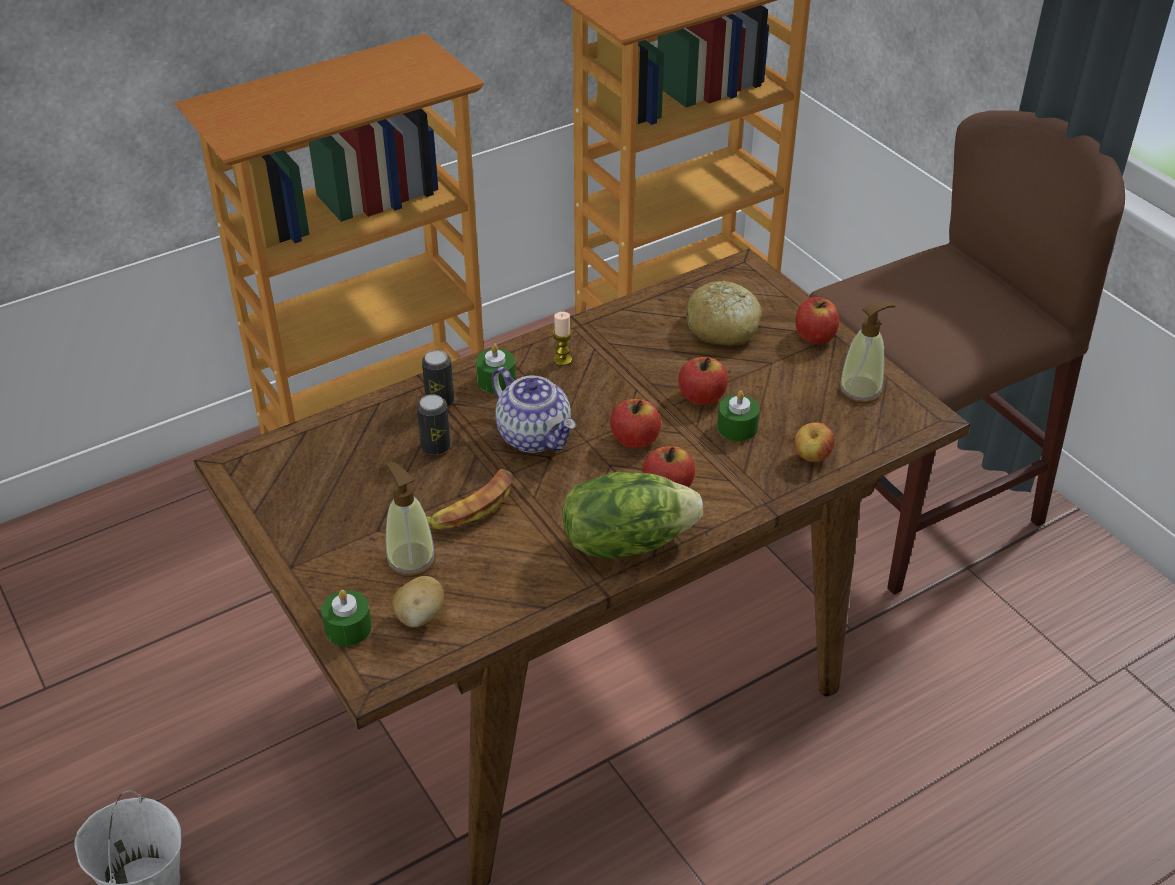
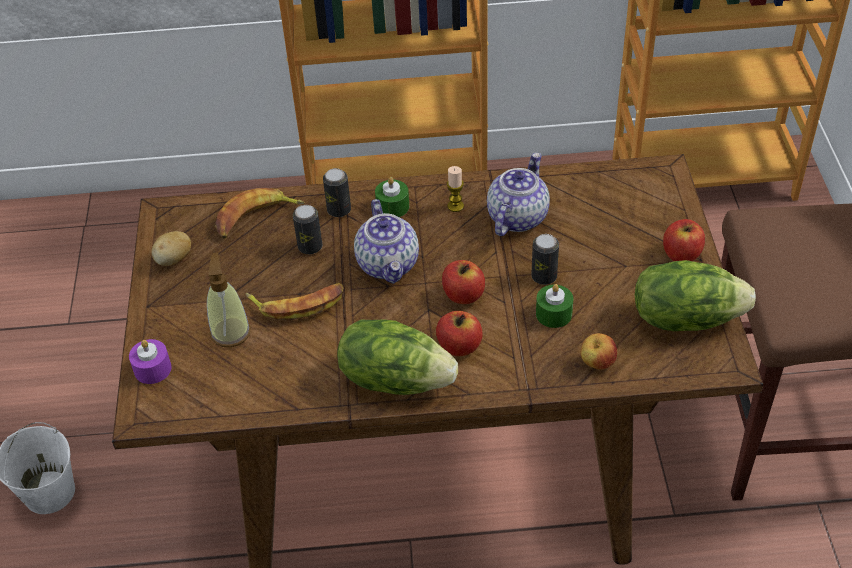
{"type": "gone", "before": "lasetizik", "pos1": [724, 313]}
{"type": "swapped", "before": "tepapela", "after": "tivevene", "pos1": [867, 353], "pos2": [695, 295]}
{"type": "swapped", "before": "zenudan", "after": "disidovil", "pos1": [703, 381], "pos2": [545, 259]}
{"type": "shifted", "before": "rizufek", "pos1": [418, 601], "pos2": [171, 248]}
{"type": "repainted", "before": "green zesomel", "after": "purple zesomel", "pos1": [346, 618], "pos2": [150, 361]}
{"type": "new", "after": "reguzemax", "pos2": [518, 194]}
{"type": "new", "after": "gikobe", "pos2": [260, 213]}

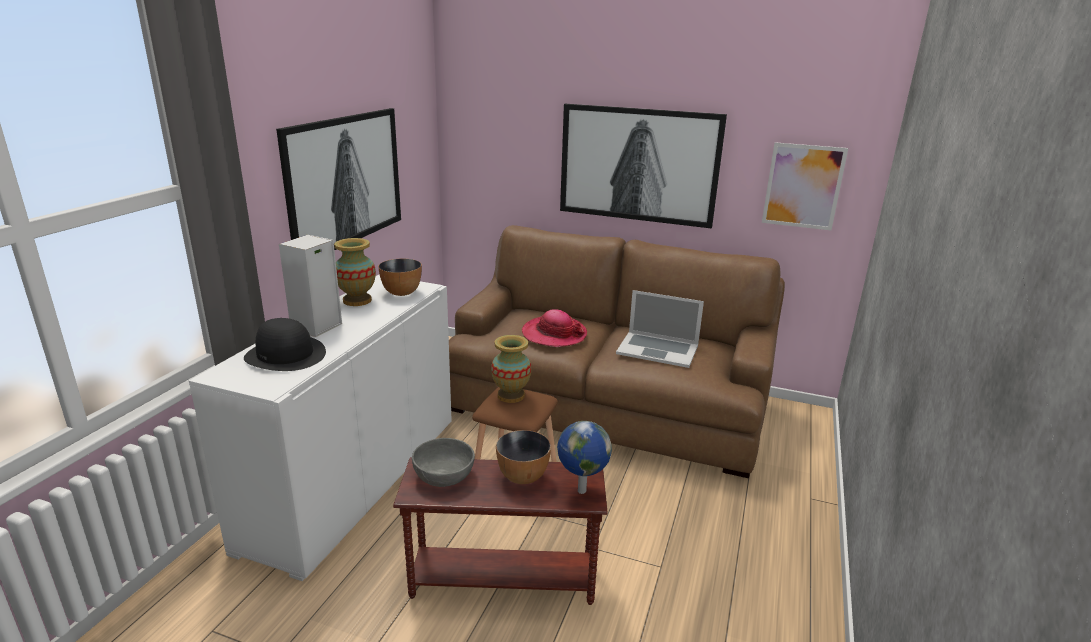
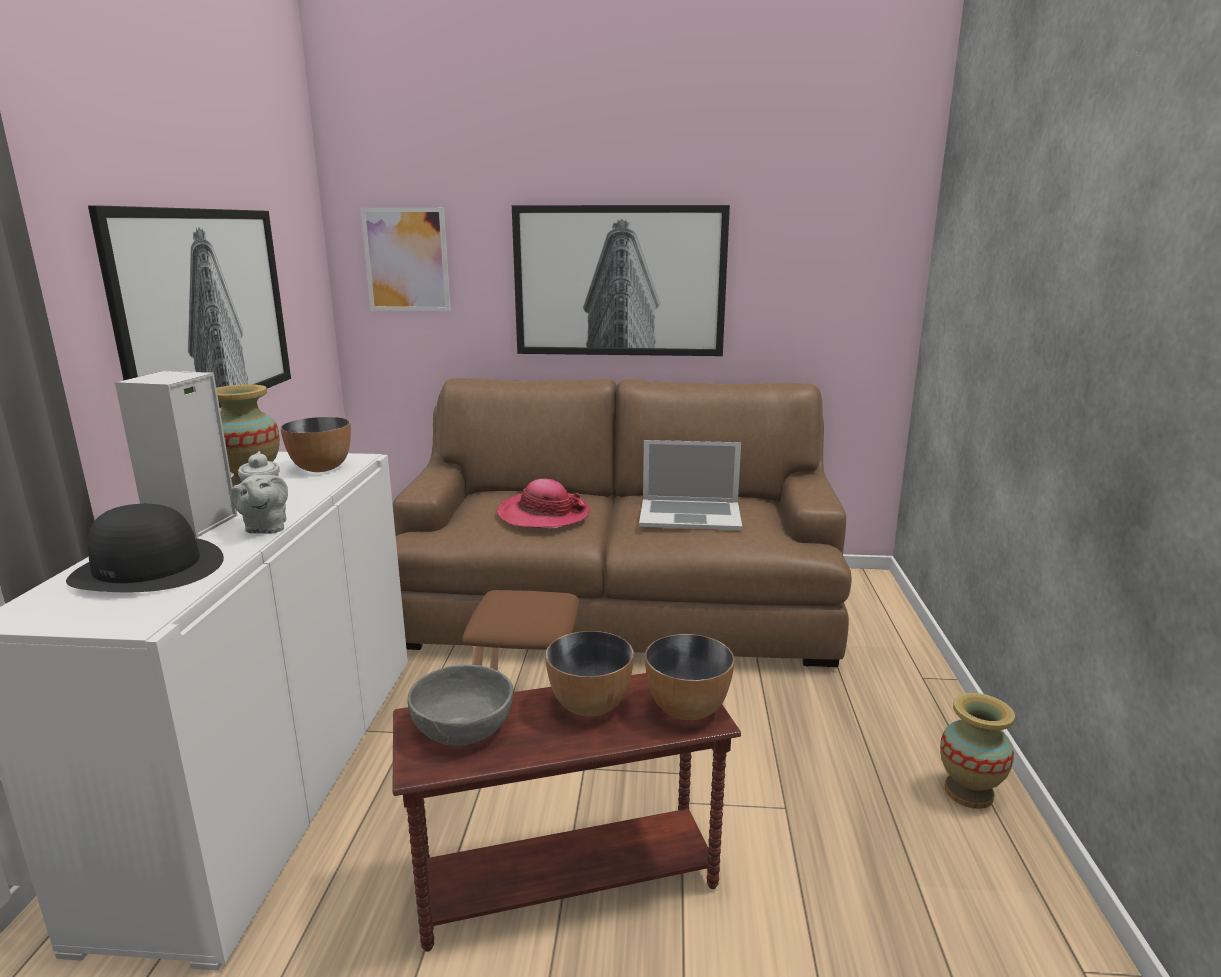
{"type": "shifted", "before": "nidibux", "pos1": [805, 186], "pos2": [405, 259]}
{"type": "shifted", "before": "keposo", "pos1": [511, 369], "pos2": [977, 751]}
{"type": "swapped", "before": "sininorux", "after": "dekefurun", "pos1": [584, 457], "pos2": [689, 677]}
{"type": "new", "after": "grey reguzemax", "pos2": [259, 492]}

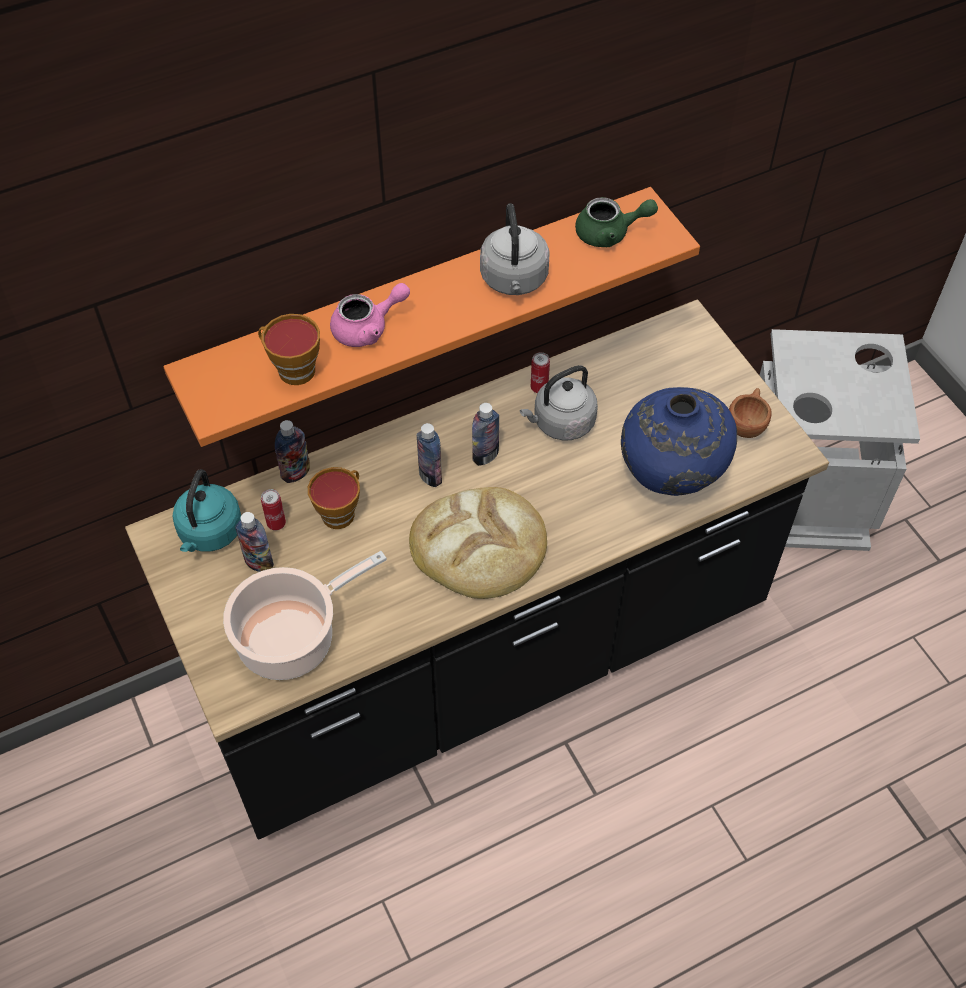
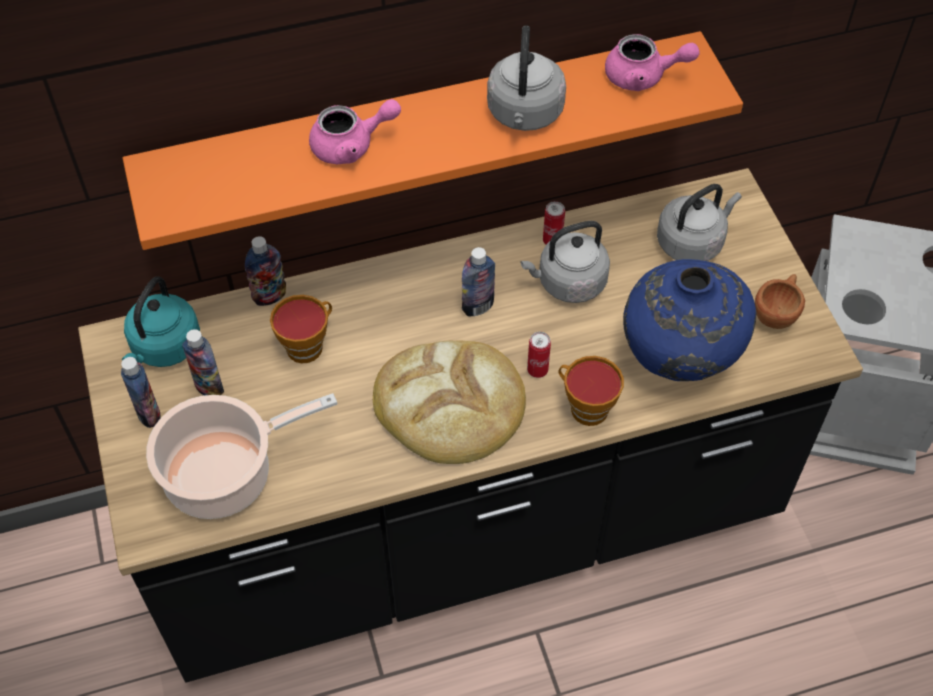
{"type": "repainted", "before": "green reguzemax", "after": "pink reguzemax", "pos1": [616, 222], "pos2": [652, 62]}
{"type": "shifted", "before": "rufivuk", "pos1": [289, 349], "pos2": [591, 391]}
{"type": "shifted", "before": "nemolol", "pos1": [429, 455], "pos2": [141, 392]}
{"type": "shifted", "before": "disidovil", "pos1": [273, 510], "pos2": [539, 355]}
{"type": "new", "after": "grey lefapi", "pos2": [699, 222]}

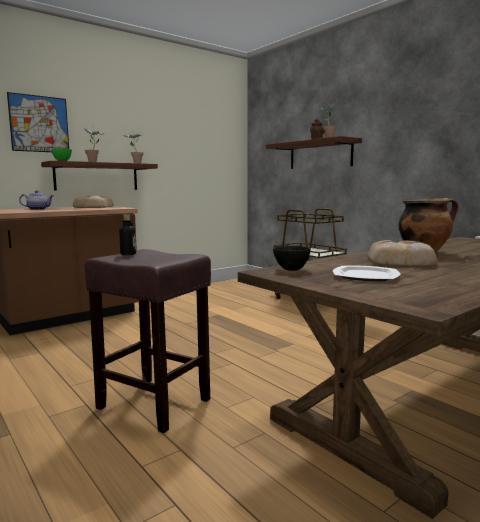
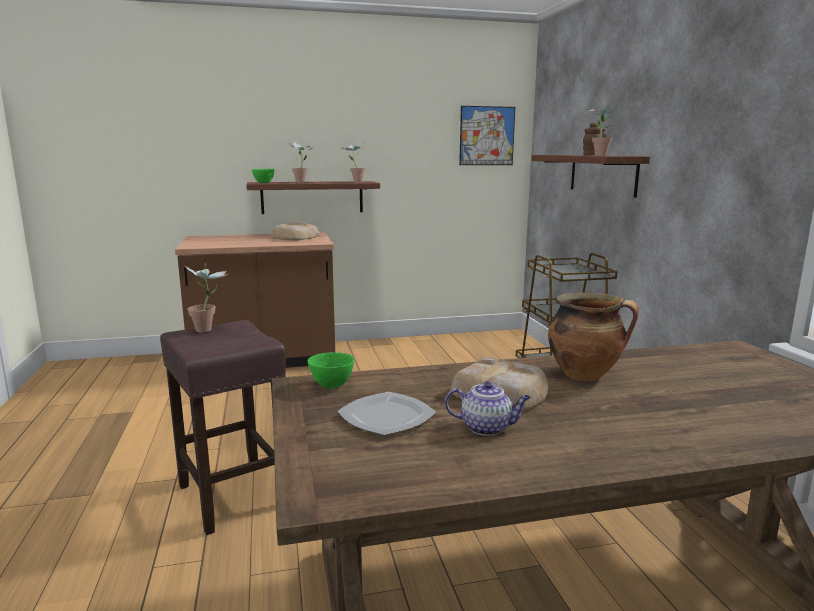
{"type": "shifted", "before": "nidibux", "pos1": [38, 122], "pos2": [487, 135]}
{"type": "shifted", "before": "reguzemax", "pos1": [36, 200], "pos2": [488, 408]}
{"type": "swapped", "before": "nemolol", "after": "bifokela", "pos1": [127, 234], "pos2": [206, 297]}
{"type": "repainted", "before": "black dekefurun", "after": "green dekefurun", "pos1": [292, 258], "pos2": [331, 370]}

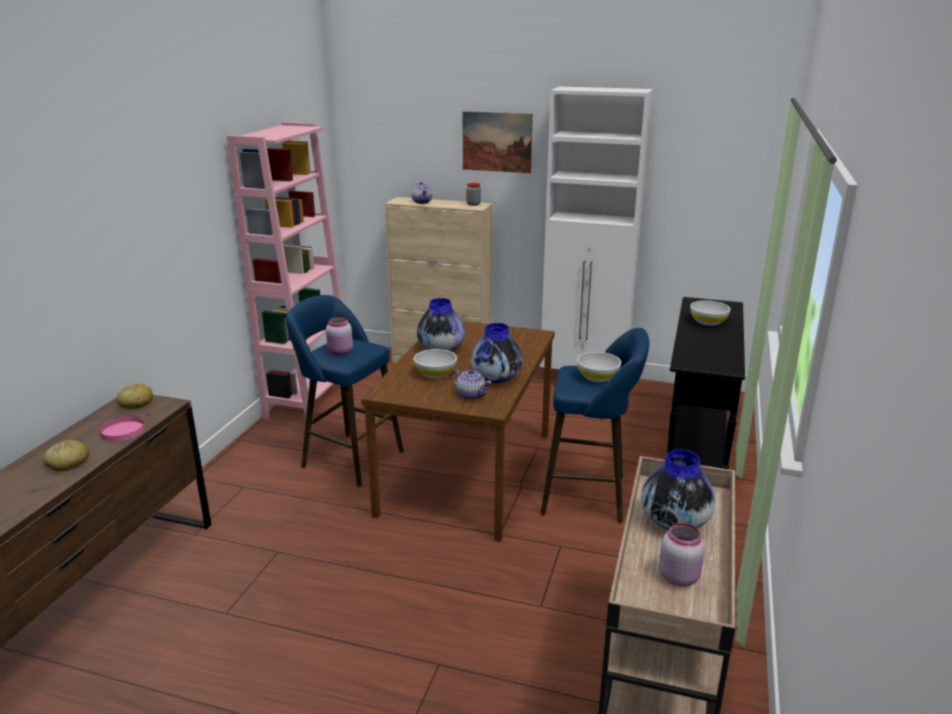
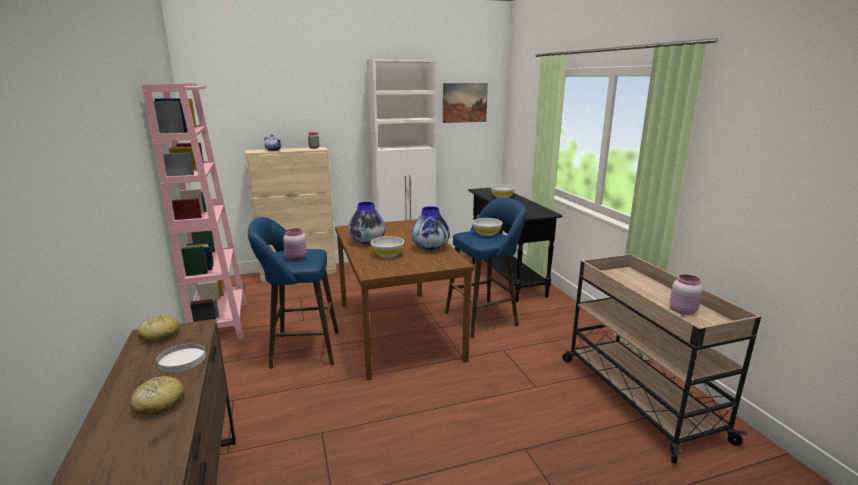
{"type": "shifted", "before": "nidibux", "pos1": [497, 142], "pos2": [465, 103]}
{"type": "gone", "before": "reguzemax", "pos1": [471, 384]}
{"type": "repainted", "before": "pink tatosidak", "after": "white tatosidak", "pos1": [122, 429], "pos2": [181, 357]}
{"type": "gone", "before": "keposo", "pos1": [678, 489]}

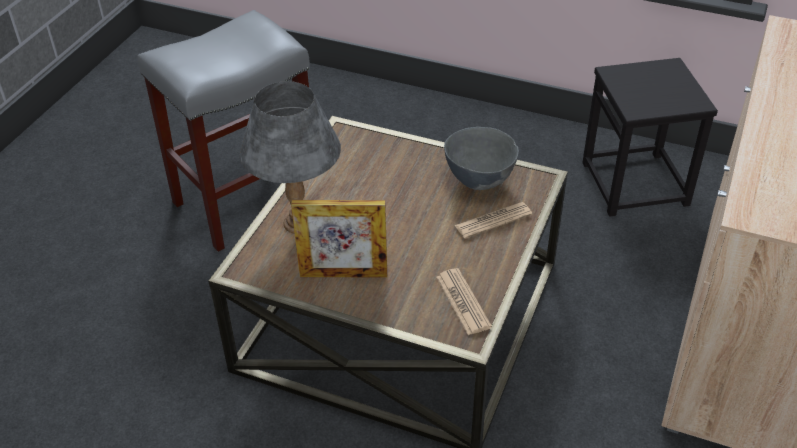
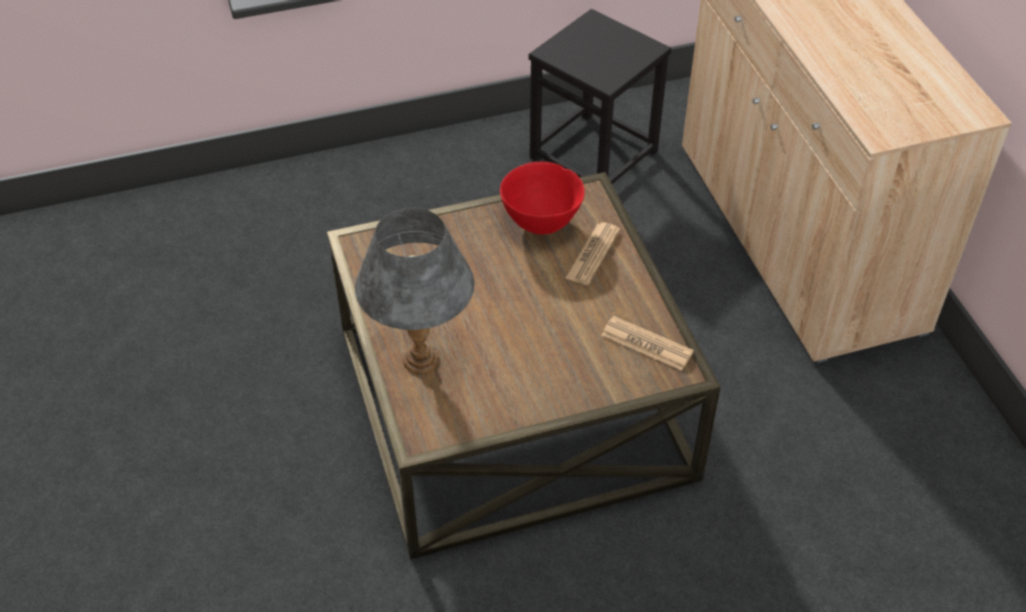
{"type": "gone", "before": "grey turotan", "pos1": [223, 131]}
{"type": "repainted", "before": "grey dekefurun", "after": "red dekefurun", "pos1": [481, 158], "pos2": [542, 198]}
{"type": "gone", "before": "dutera", "pos1": [339, 238]}

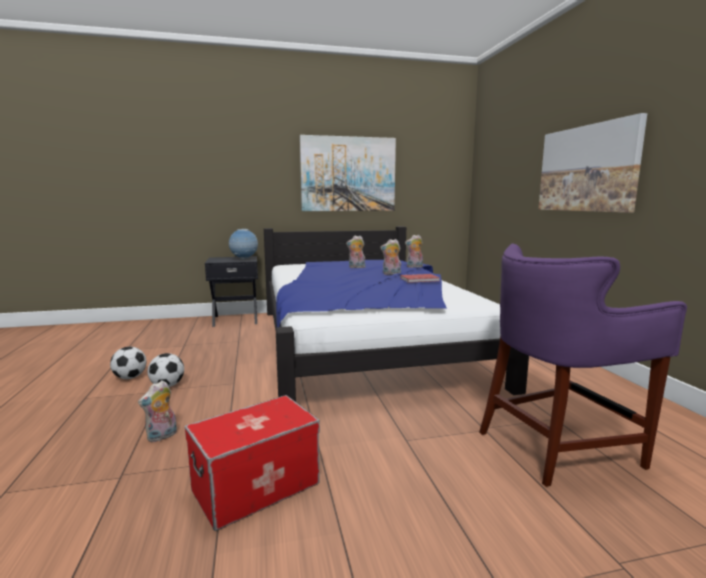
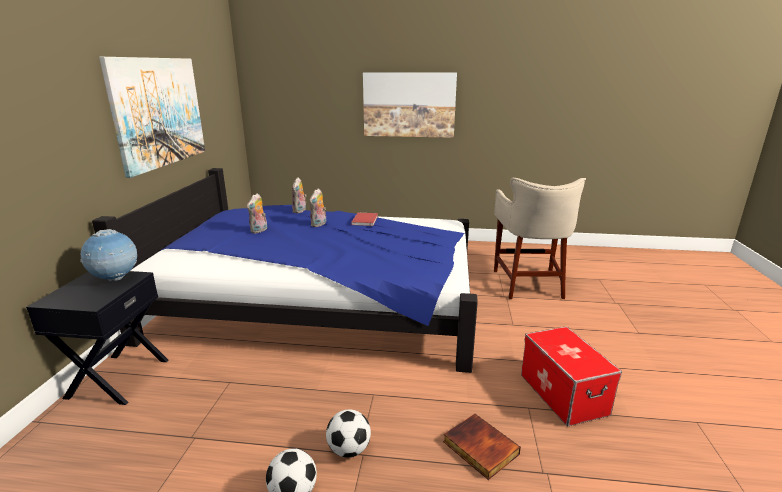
{"type": "repainted", "before": "purple turotan", "after": "beige turotan", "pos1": [583, 365], "pos2": [540, 238]}
{"type": "swapped", "before": "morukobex", "after": "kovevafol", "pos1": [157, 411], "pos2": [482, 447]}

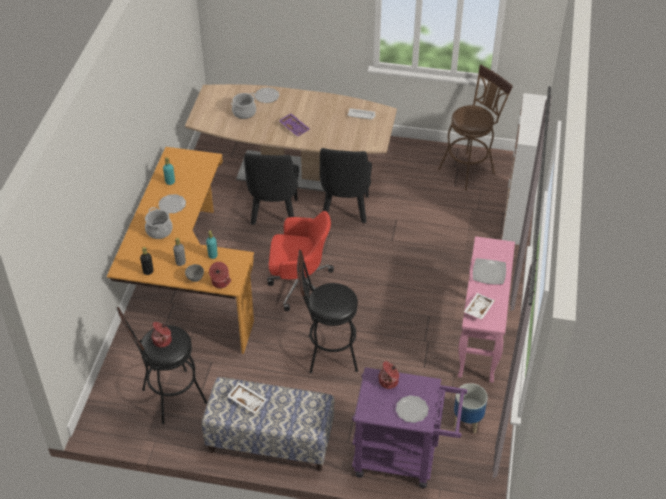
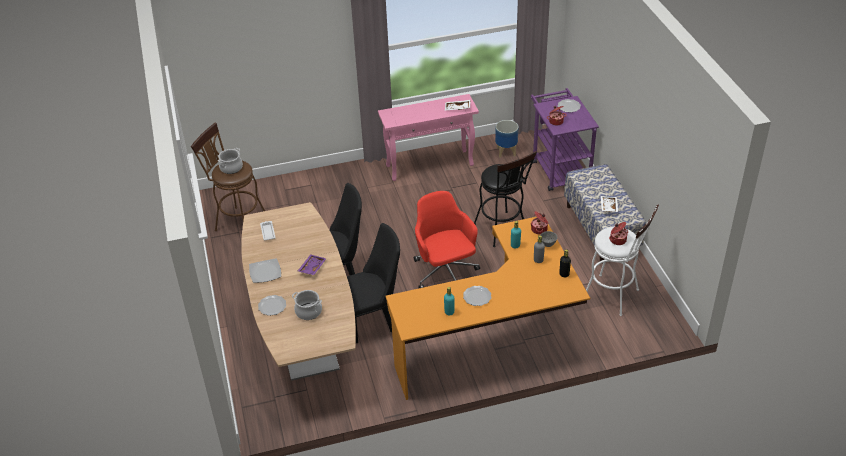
{"type": "gone", "before": "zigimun", "pos1": [524, 169]}
{"type": "shifted", "before": "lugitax", "pos1": [159, 223], "pos2": [230, 161]}
{"type": "shifted", "before": "tatosidak", "pos1": [489, 271], "pos2": [265, 271]}
{"type": "repainted", "before": "black turotan", "after": "white turotan", "pos1": [162, 365], "pos2": [622, 260]}

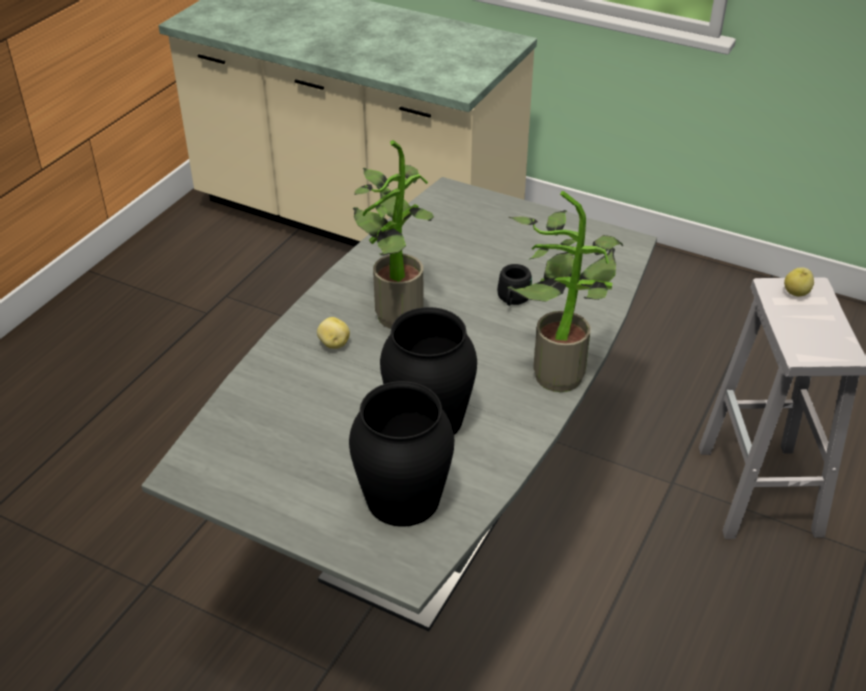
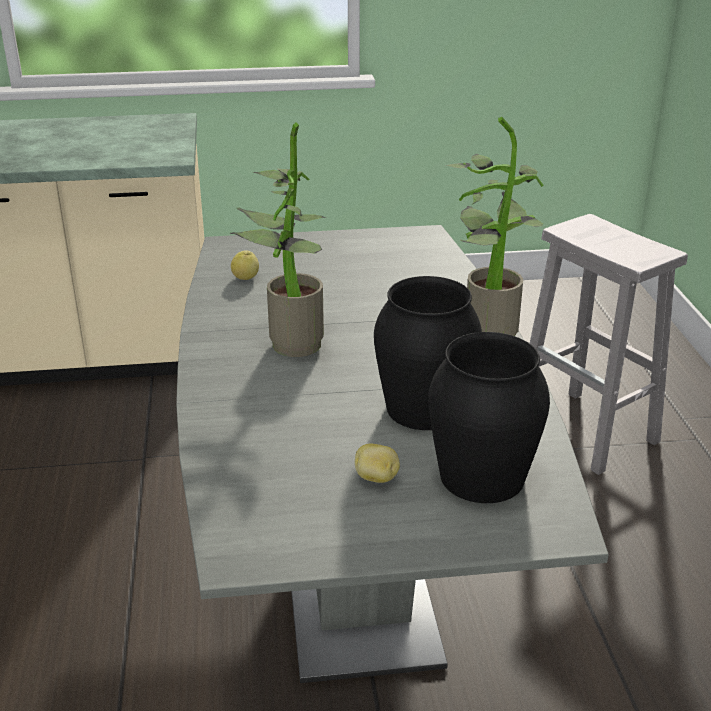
{"type": "gone", "before": "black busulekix", "pos1": [514, 285]}
{"type": "shifted", "before": "zenudan", "pos1": [799, 281], "pos2": [245, 265]}
{"type": "shifted", "before": "rizufek", "pos1": [333, 333], "pos2": [377, 463]}

